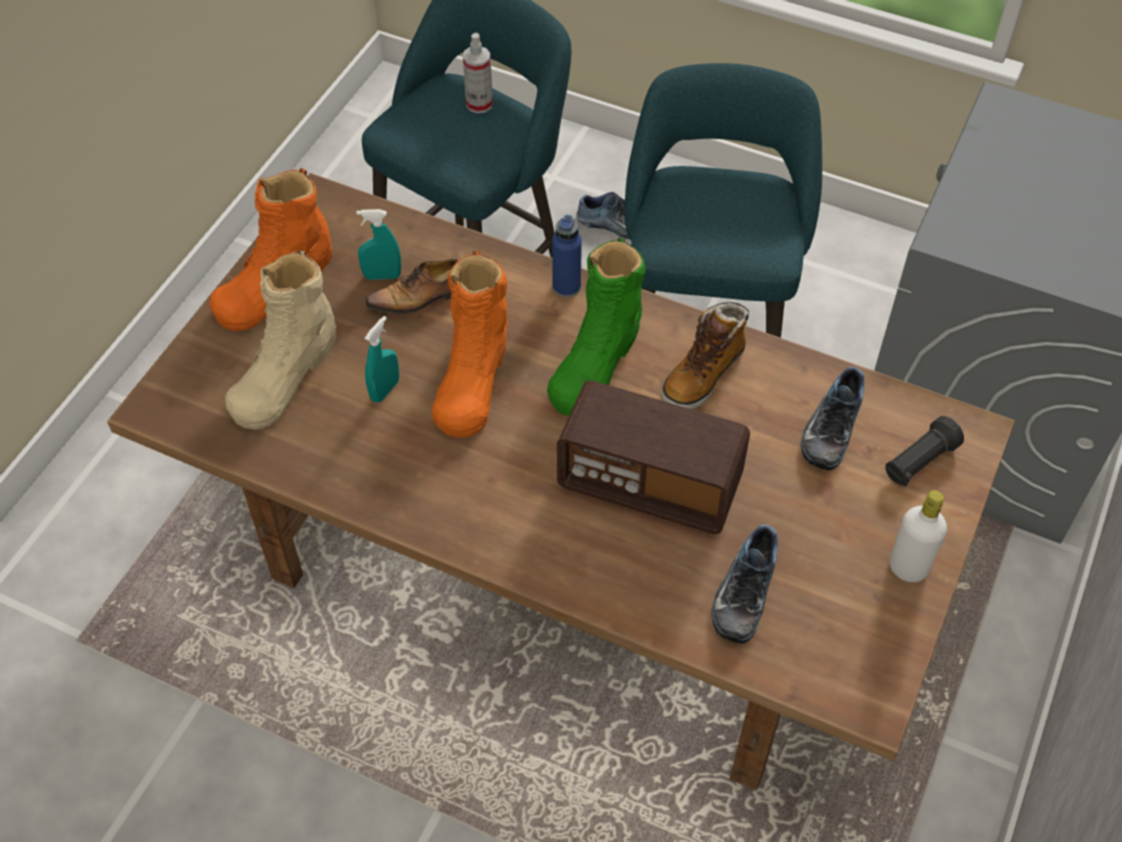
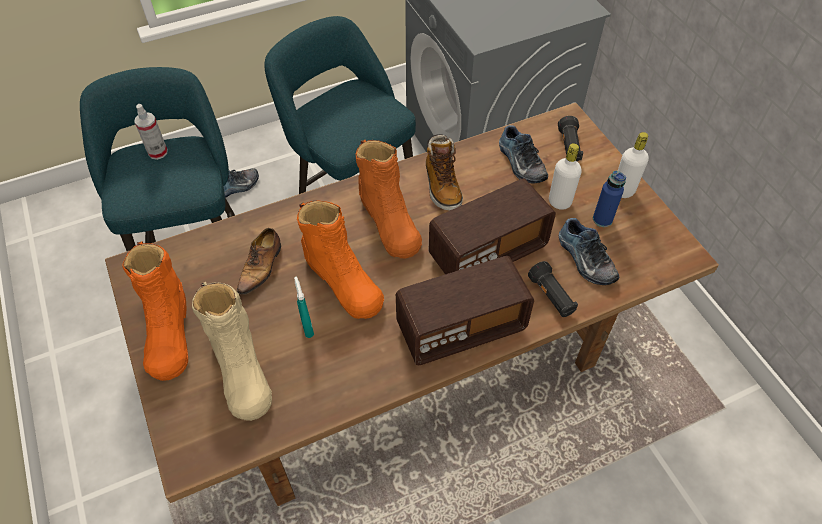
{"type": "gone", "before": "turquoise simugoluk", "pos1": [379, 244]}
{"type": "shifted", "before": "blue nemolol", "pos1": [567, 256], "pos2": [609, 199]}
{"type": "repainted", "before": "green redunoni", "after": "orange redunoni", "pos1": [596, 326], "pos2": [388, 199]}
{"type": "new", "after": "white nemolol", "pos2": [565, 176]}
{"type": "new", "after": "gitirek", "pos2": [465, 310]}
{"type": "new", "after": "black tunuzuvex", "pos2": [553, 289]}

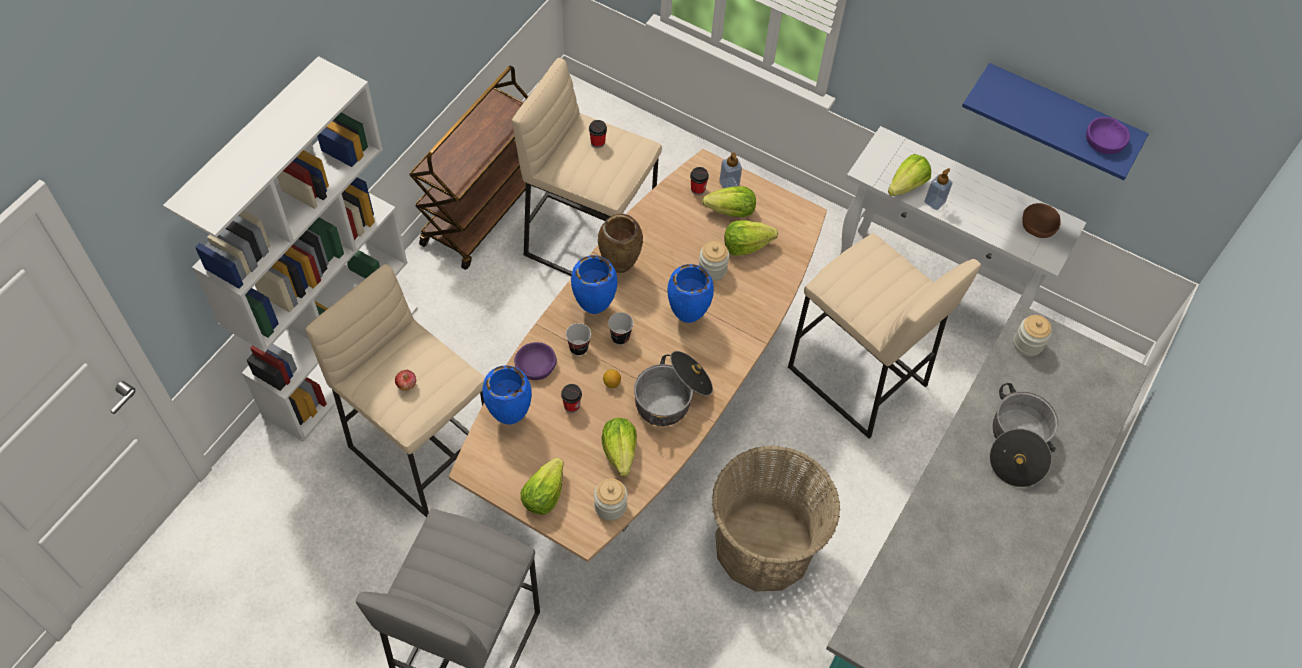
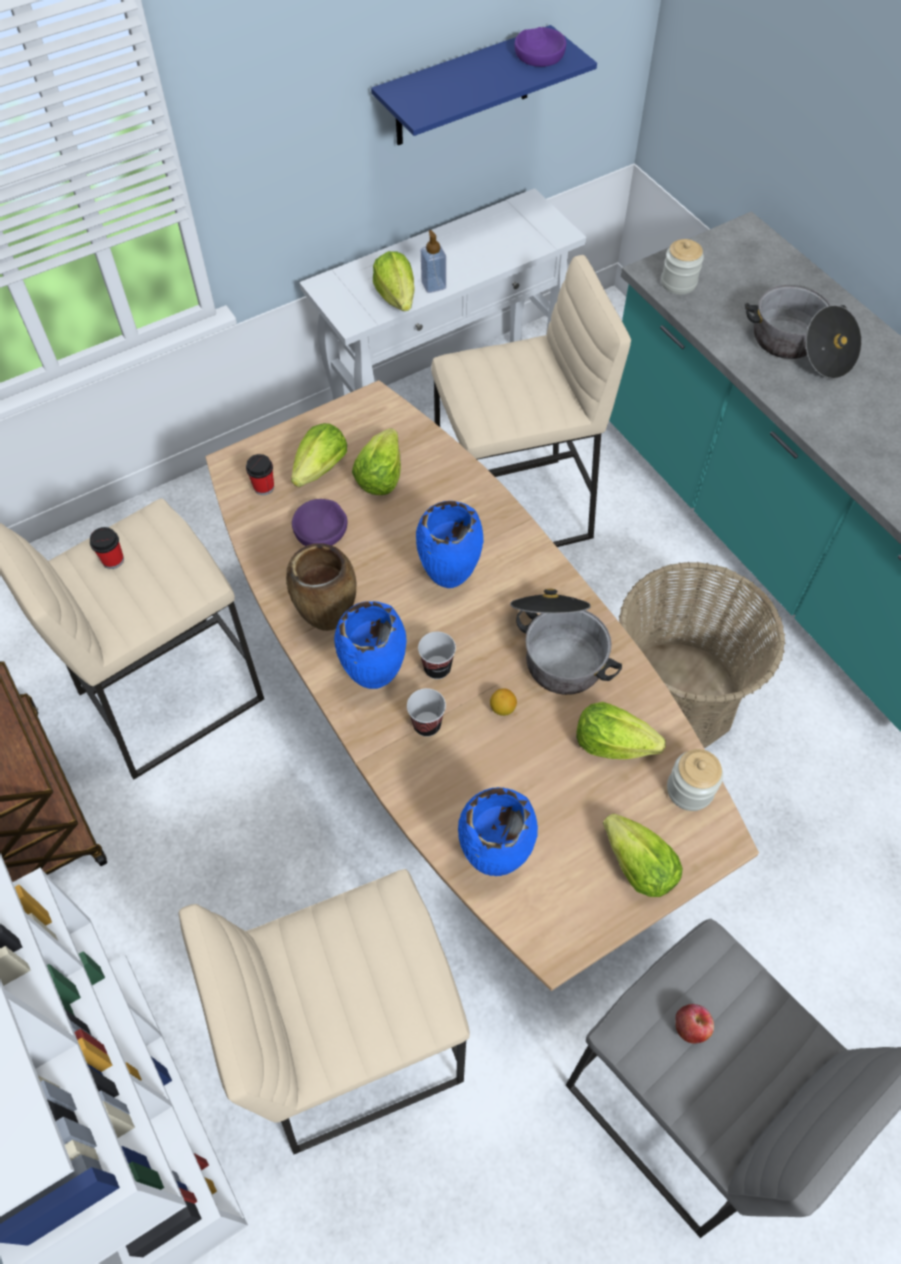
{"type": "gone", "before": "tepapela", "pos1": [730, 170]}
{"type": "gone", "before": "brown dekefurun", "pos1": [1041, 220]}
{"type": "gone", "before": "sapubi", "pos1": [713, 261]}
{"type": "shifted", "before": "purple dekefurun", "pos1": [535, 361], "pos2": [319, 522]}
{"type": "shifted", "before": "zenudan", "pos1": [405, 380], "pos2": [695, 1024]}
{"type": "gone", "before": "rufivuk", "pos1": [571, 398]}

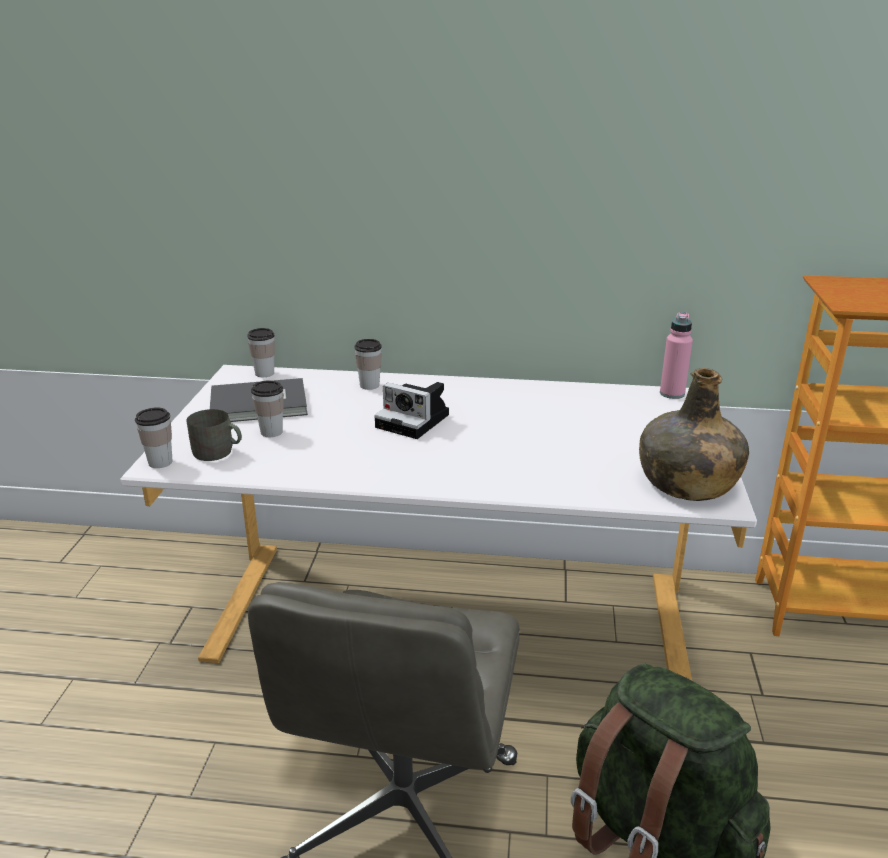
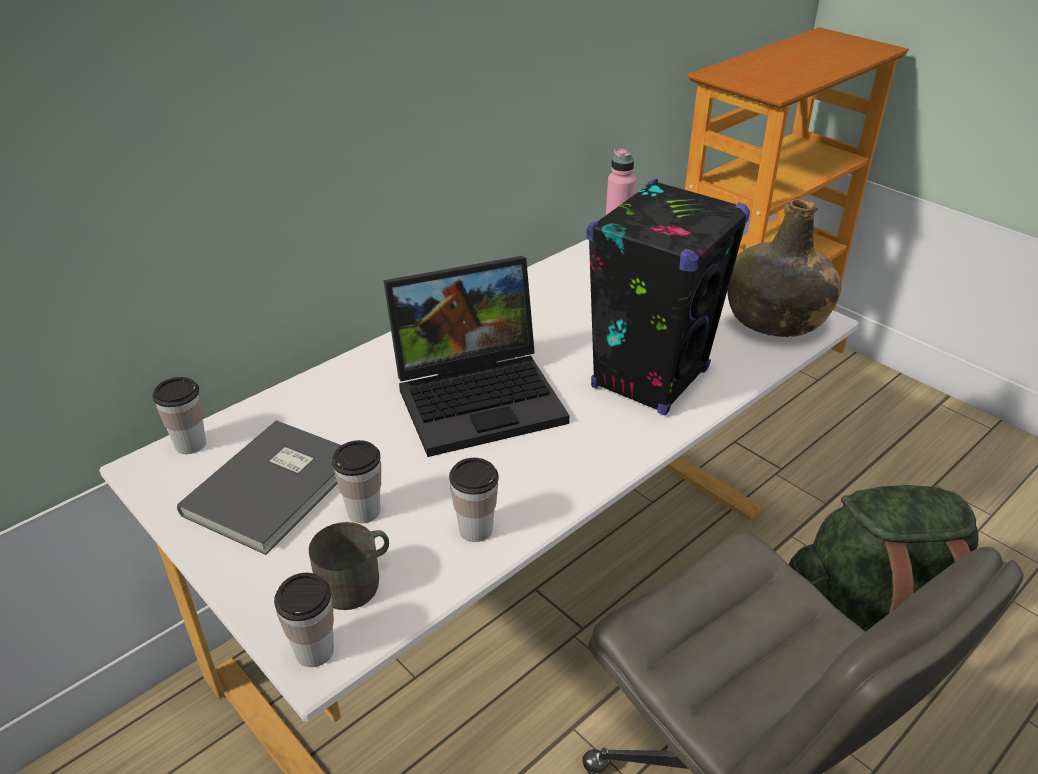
{"type": "shifted", "before": "rufivuk", "pos1": [368, 364], "pos2": [474, 500]}
{"type": "swapped", "before": "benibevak", "after": "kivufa", "pos1": [411, 410], "pos2": [476, 356]}
{"type": "new", "after": "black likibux", "pos2": [668, 297]}

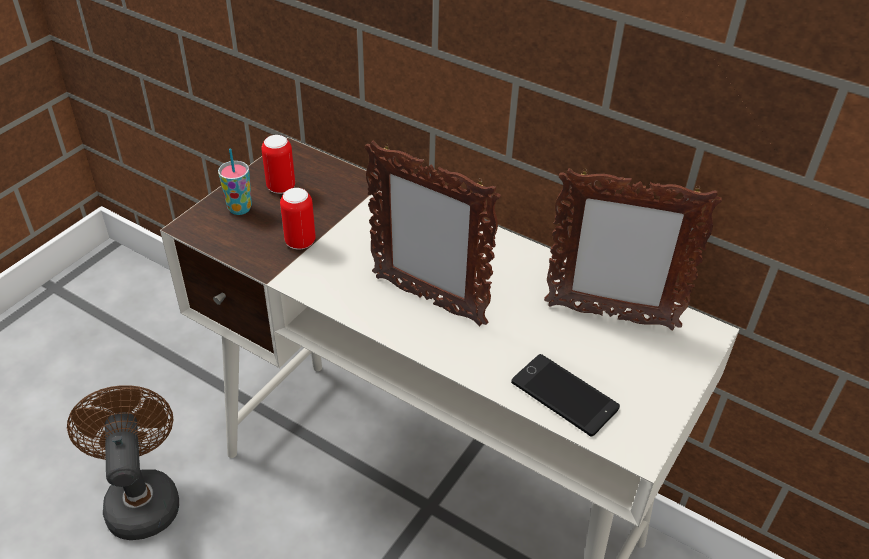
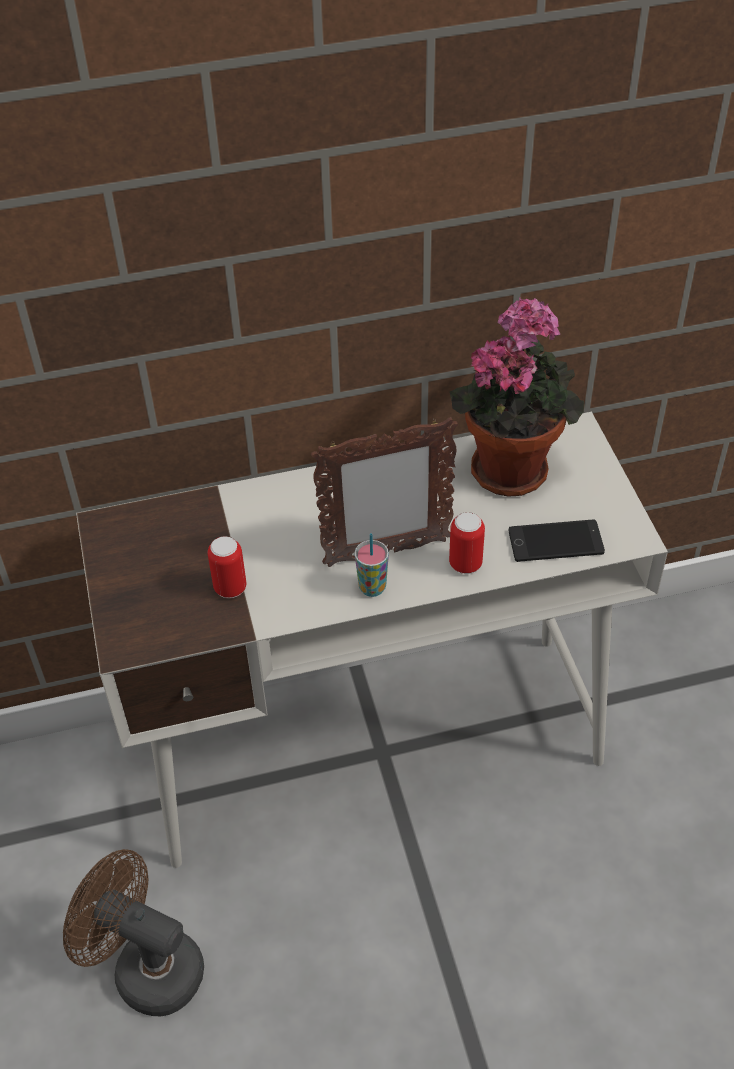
{"type": "shifted", "before": "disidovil", "pos1": [278, 164], "pos2": [467, 543]}
{"type": "shifted", "before": "rufivuk", "pos1": [235, 182], "pos2": [371, 565]}
{"type": "swapped", "before": "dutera", "after": "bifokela", "pos1": [633, 249], "pos2": [517, 397]}

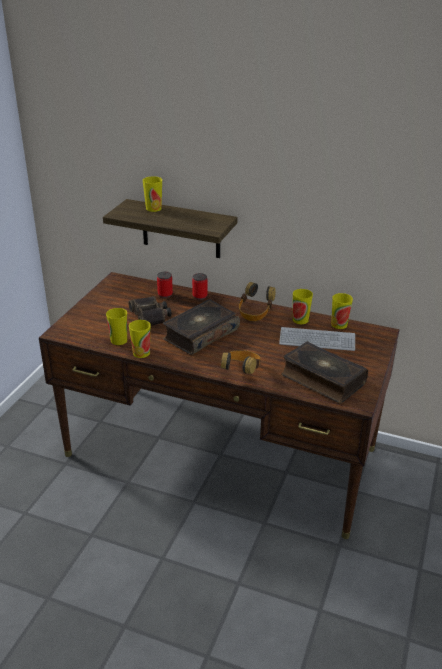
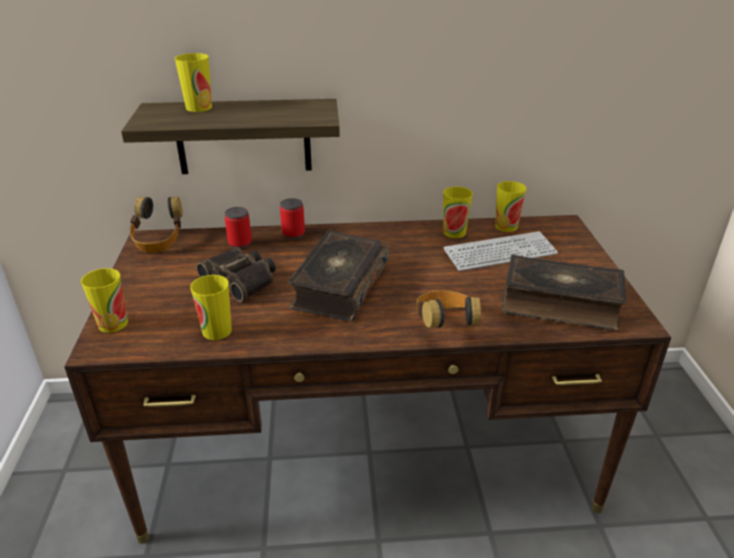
{"type": "shifted", "before": "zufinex", "pos1": [257, 301], "pos2": [156, 225]}
{"type": "shifted", "before": "rufivuk", "pos1": [140, 339], "pos2": [104, 300]}

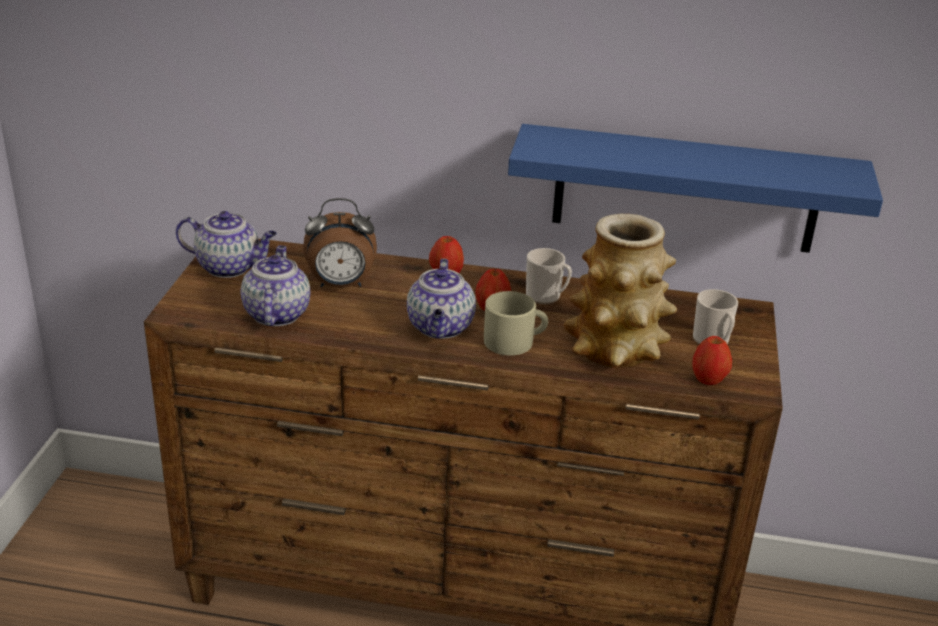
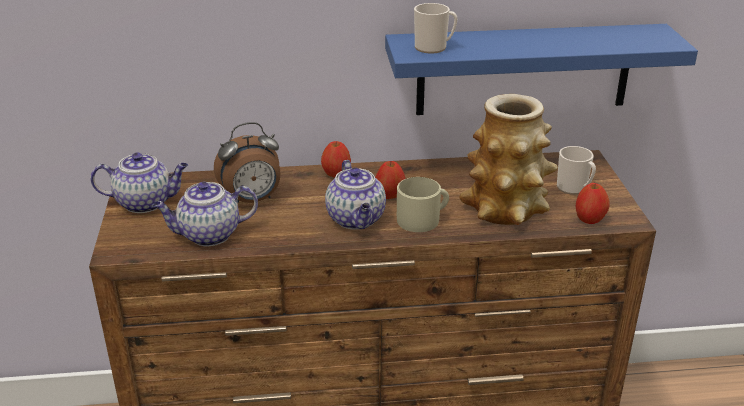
{"type": "rotated", "before": "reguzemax", "pos1": [275, 285], "pos2": [205, 214], "turn": -90}
{"type": "shifted", "before": "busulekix", "pos1": [549, 276], "pos2": [435, 28]}

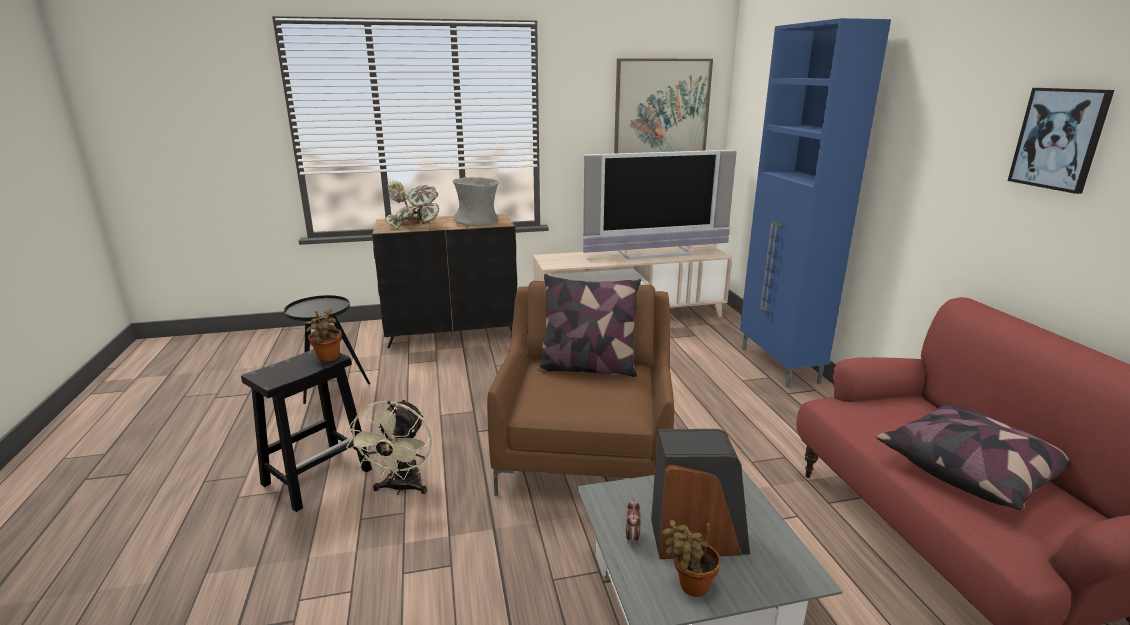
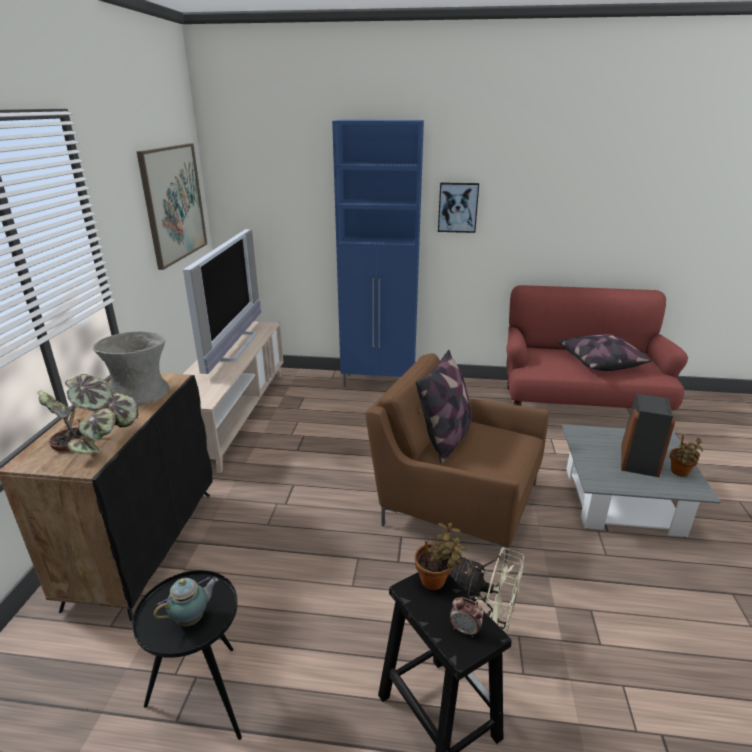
{"type": "shifted", "before": "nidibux", "pos1": [1061, 141], "pos2": [458, 208]}
{"type": "shifted", "before": "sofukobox", "pos1": [633, 521], "pos2": [467, 617]}
{"type": "new", "after": "reguzemax", "pos2": [186, 602]}

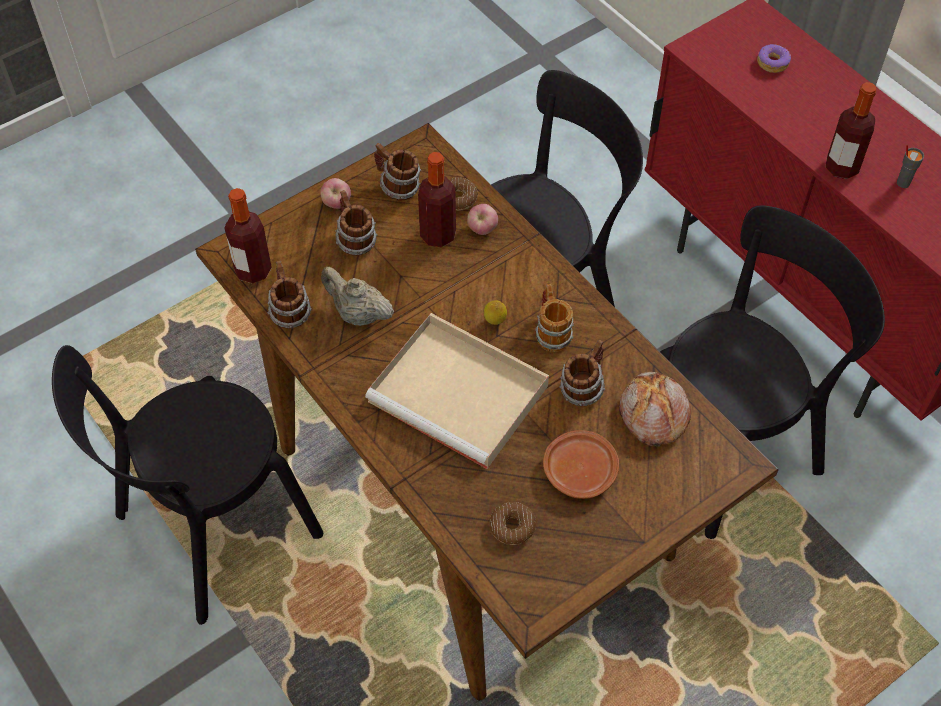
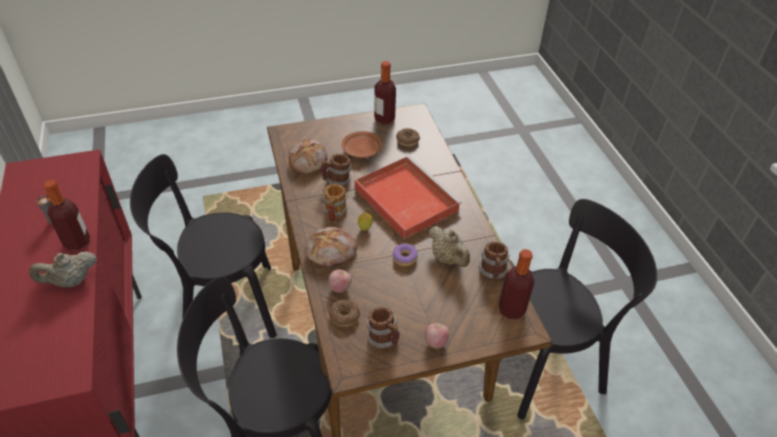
{"type": "shifted", "before": "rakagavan", "pos1": [774, 58], "pos2": [405, 254]}
{"type": "shifted", "before": "nemolol", "pos1": [437, 199], "pos2": [385, 93]}
{"type": "gone", "before": "busulekix", "pos1": [356, 223]}
{"type": "repainted", "before": "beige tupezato", "after": "red tupezato", "pos1": [457, 391], "pos2": [408, 197]}
{"type": "new", "after": "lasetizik", "pos2": [330, 247]}
{"type": "new", "after": "beige reguzemax", "pos2": [63, 269]}

